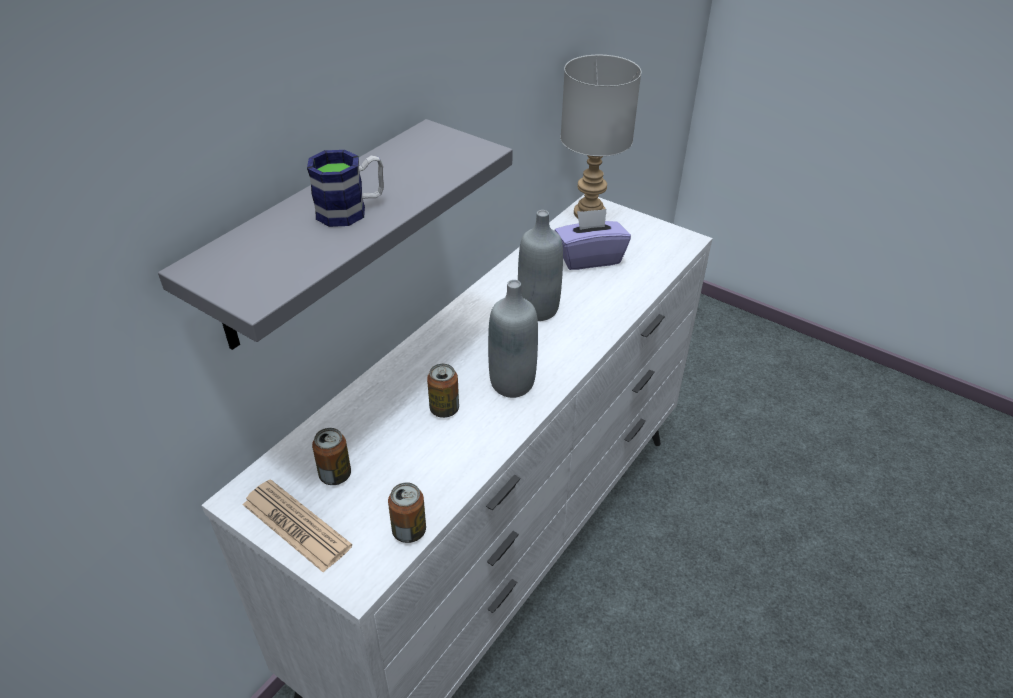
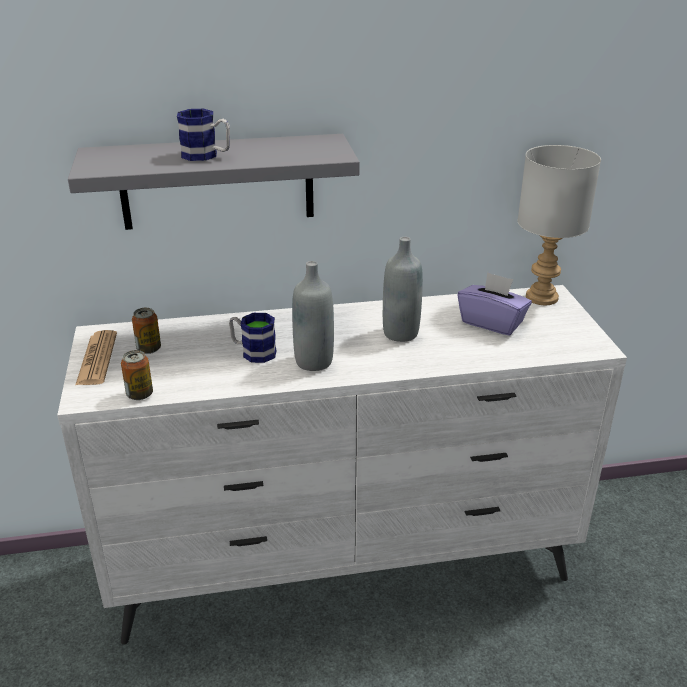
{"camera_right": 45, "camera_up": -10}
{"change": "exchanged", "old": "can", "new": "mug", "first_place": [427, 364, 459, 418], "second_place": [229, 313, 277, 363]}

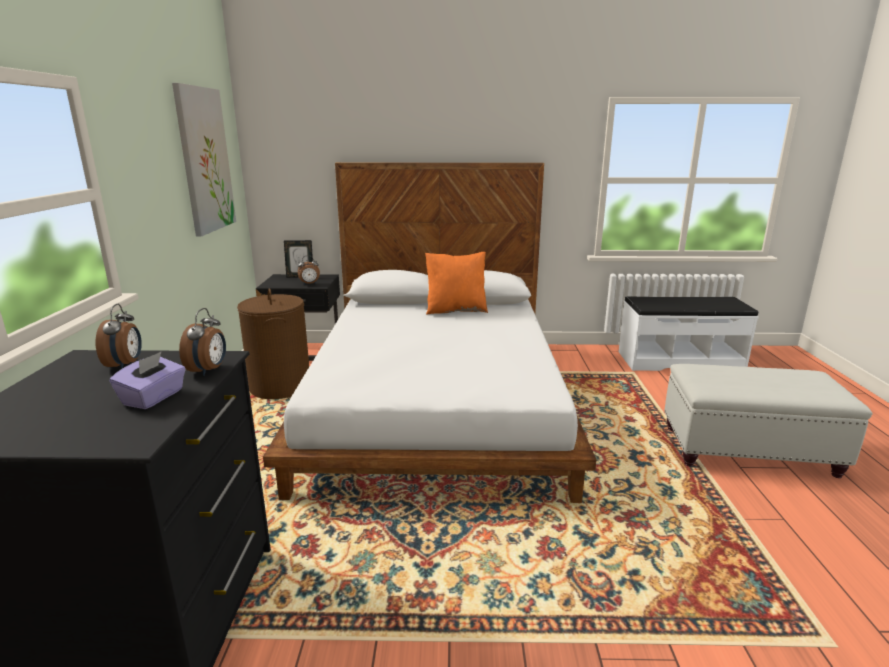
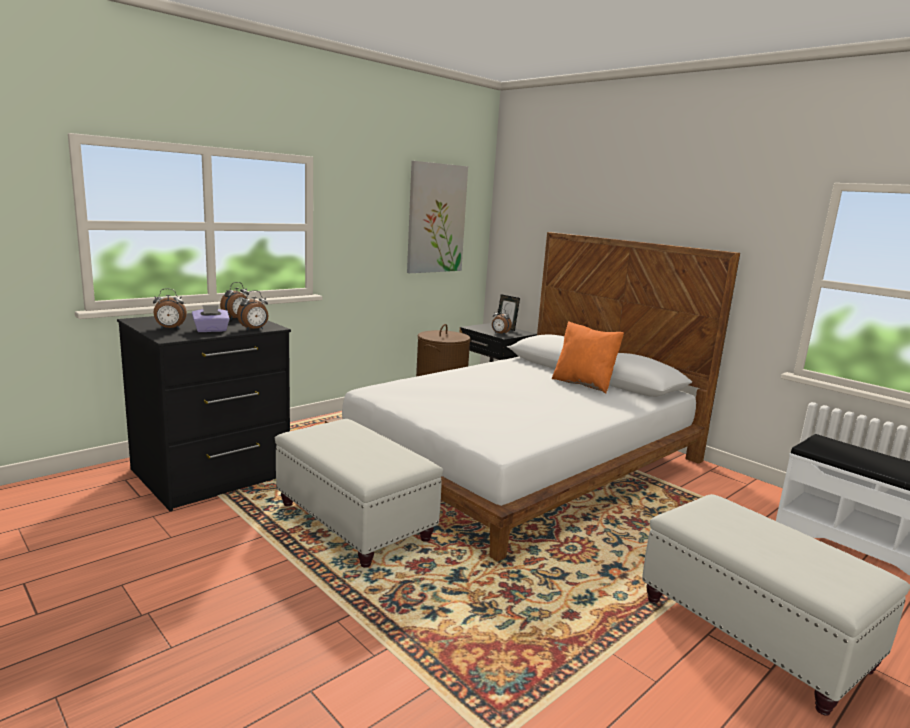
{"camera_right": 45, "camera_up": -5}
{"change": "appeared", "new": "alarm clock", "second_place": [153, 288, 187, 329]}
{"change": "appeared", "new": "ottoman (white)", "second_place": [275, 419, 443, 568]}

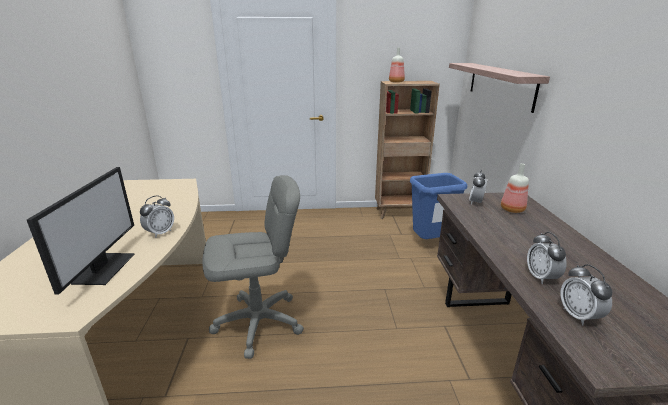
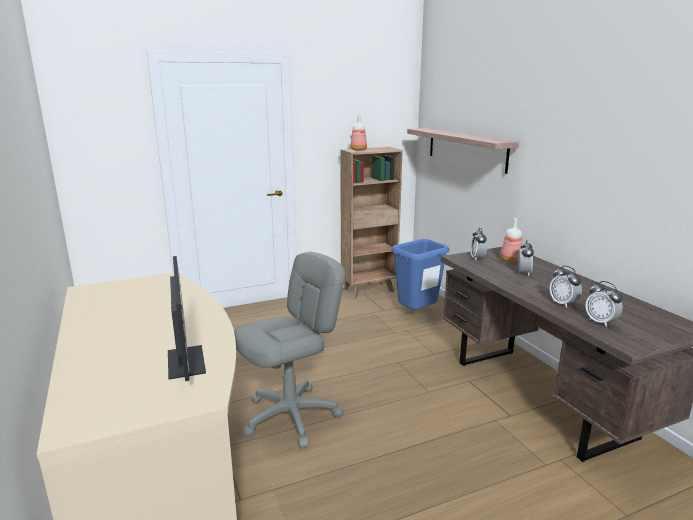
{"camera_right": -20, "camera_up": -5}
{"change": "relocated", "old": "alarm clock", "first_place": [140, 195, 174, 238], "second_place": [518, 240, 534, 276]}

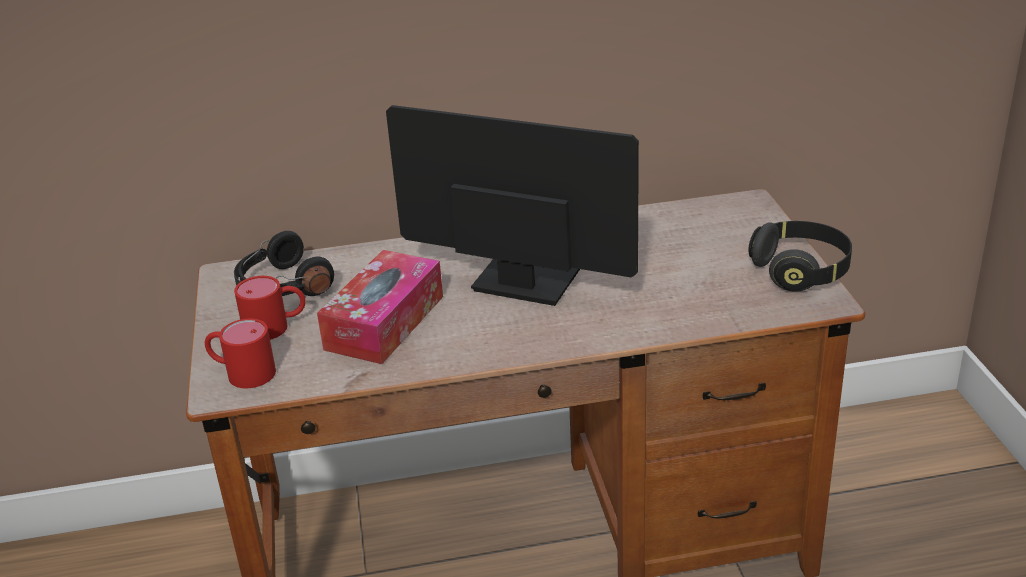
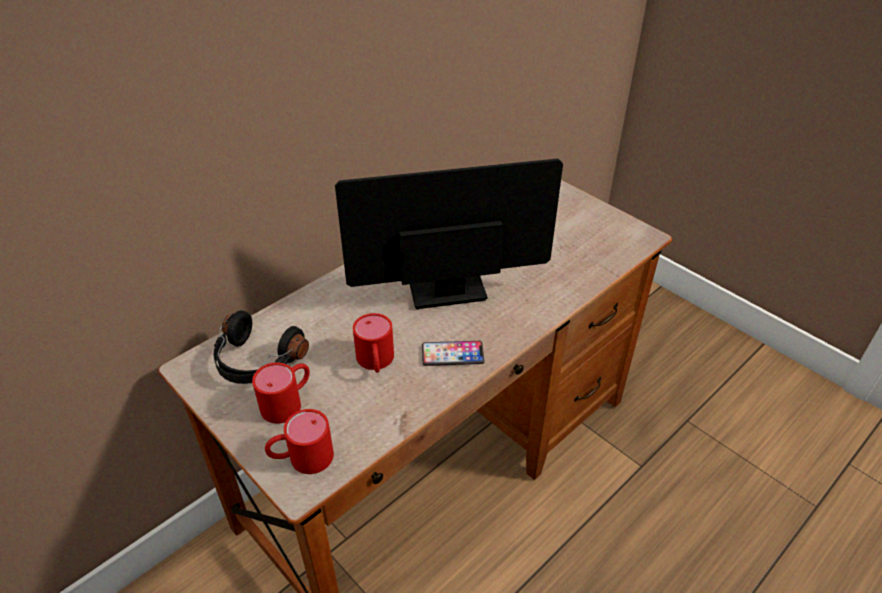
{"camera_right": -35, "camera_up": 10}
{"change": "exchanged", "old": "tissue box", "new": "mug (red)", "first_place": [317, 250, 443, 364], "second_place": [353, 313, 394, 373]}
{"change": "missing", "old": "headphones (black)", "first_place": [748, 221, 852, 292]}
{"change": "appeared", "new": "phone", "second_place": [422, 341, 485, 366]}

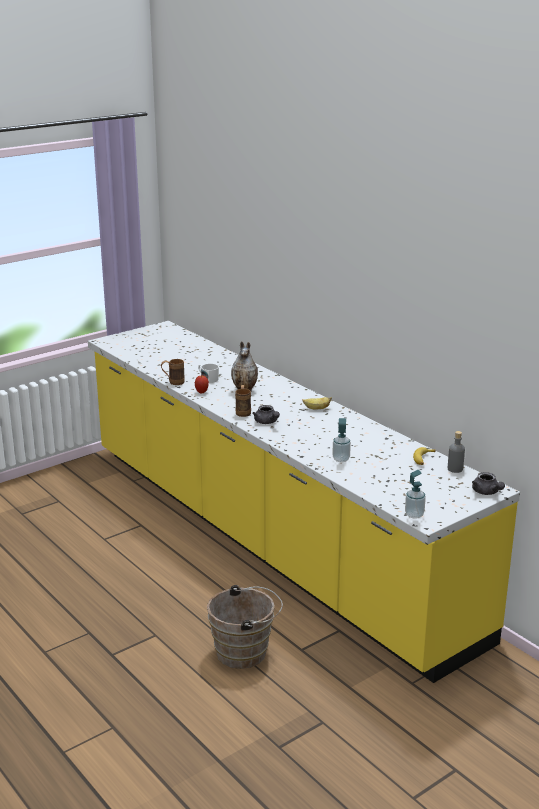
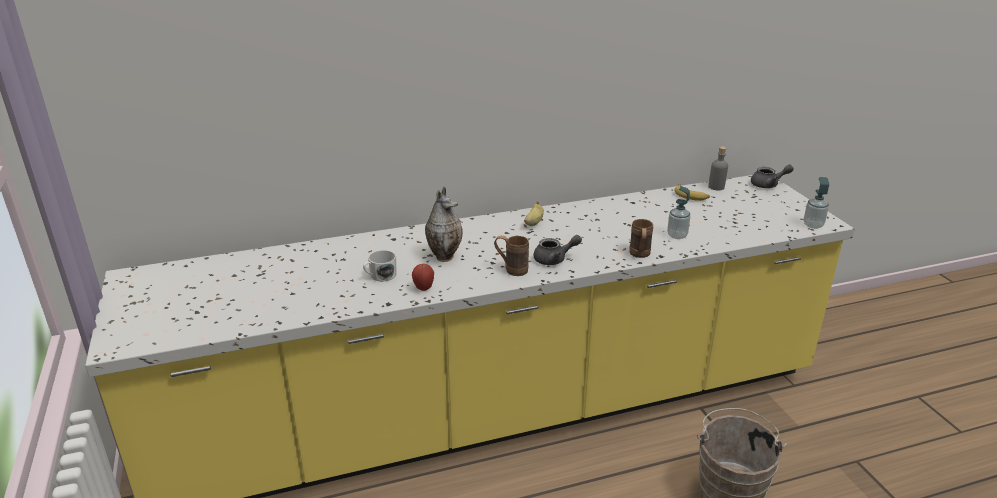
{"camera_right": -70, "camera_up": 5}
{"change": "relocated", "old": "mug (brown)", "first_place": [161, 359, 185, 385], "second_place": [629, 219, 653, 258]}

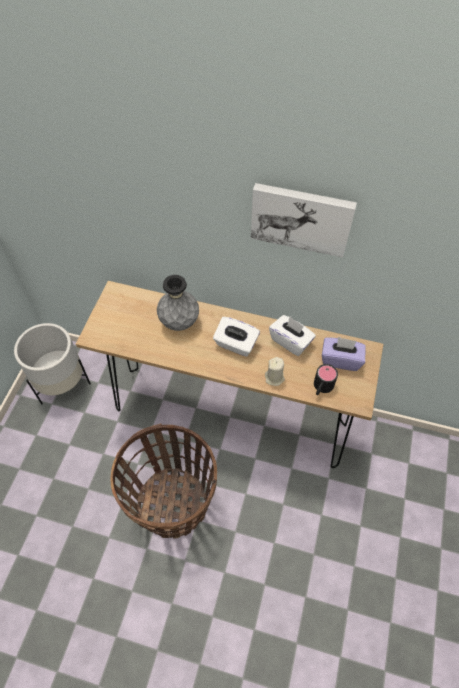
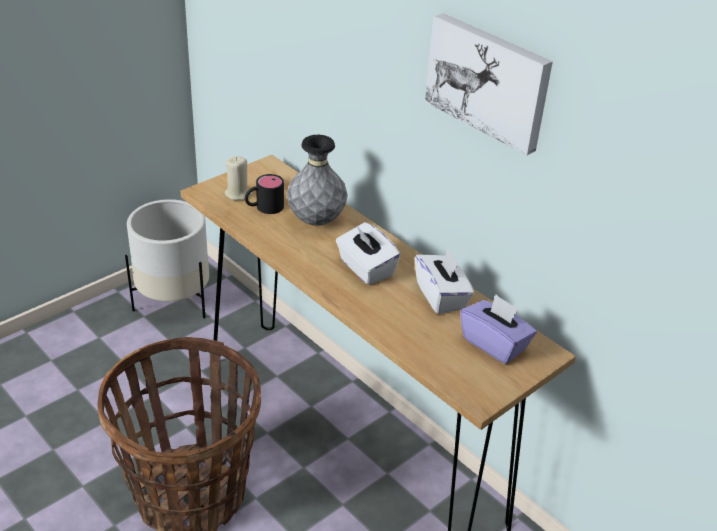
{"camera_right": 30, "camera_up": -20}
{"change": "relocated", "old": "candle (beige)", "first_place": [265, 357, 285, 386], "second_place": [224, 156, 253, 200]}
{"change": "relocated", "old": "mug (black)", "first_place": [314, 364, 338, 395], "second_place": [245, 174, 284, 214]}

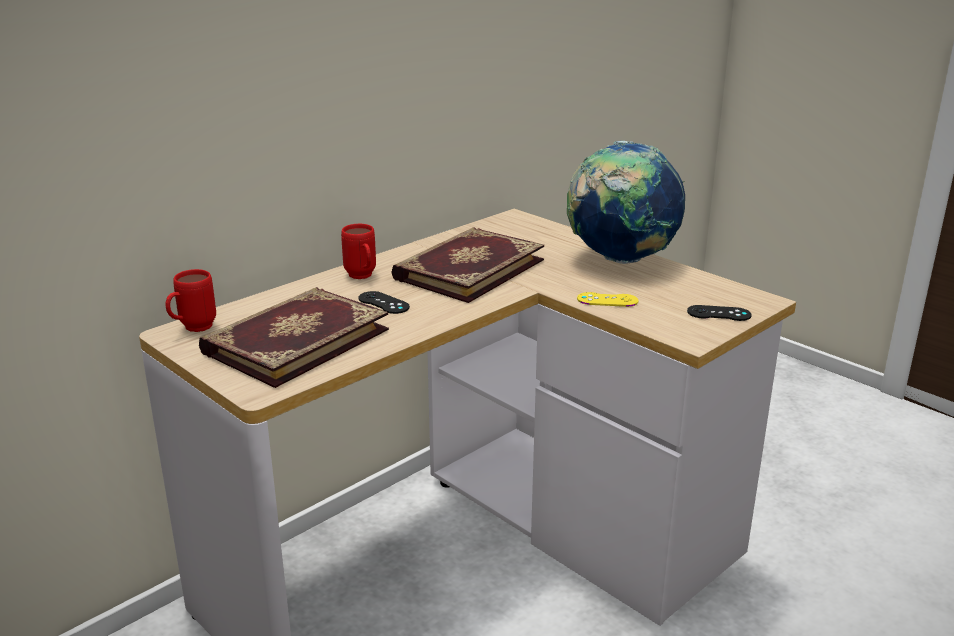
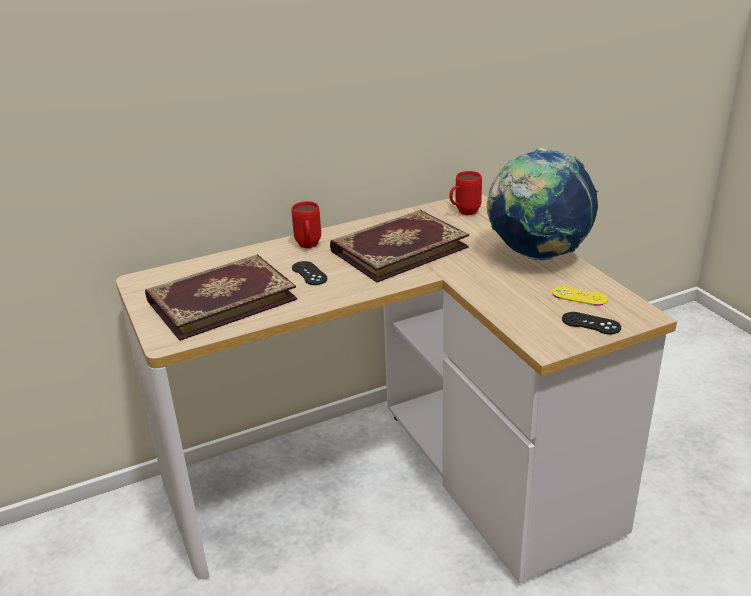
{"camera_right": 20, "camera_up": 5}
{"change": "relocated", "old": "mug (red)", "first_place": [166, 269, 216, 332], "second_place": [449, 171, 482, 215]}
{"change": "relocated", "old": "game controller (yellow)", "first_place": [577, 292, 639, 307], "second_place": [552, 286, 608, 306]}

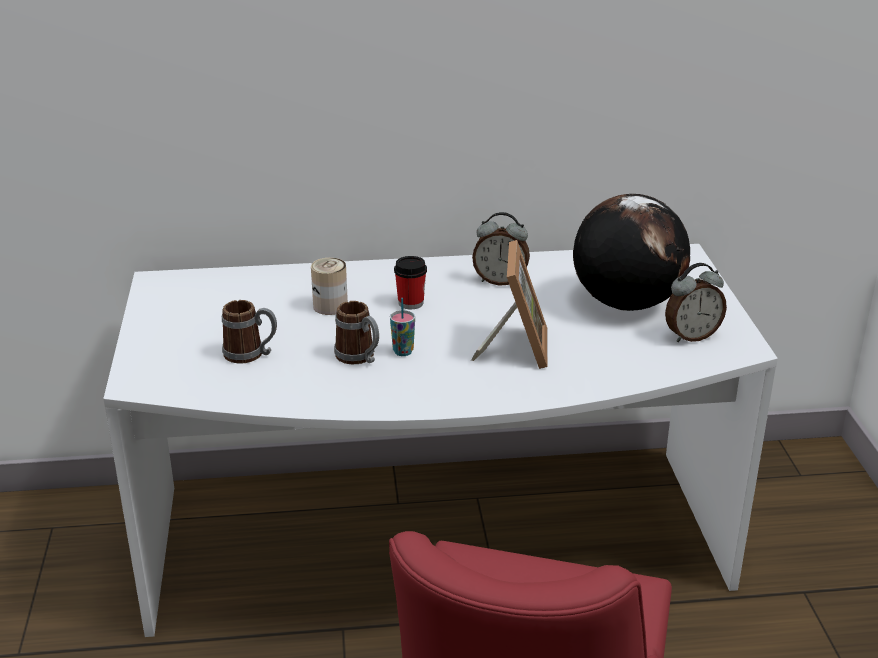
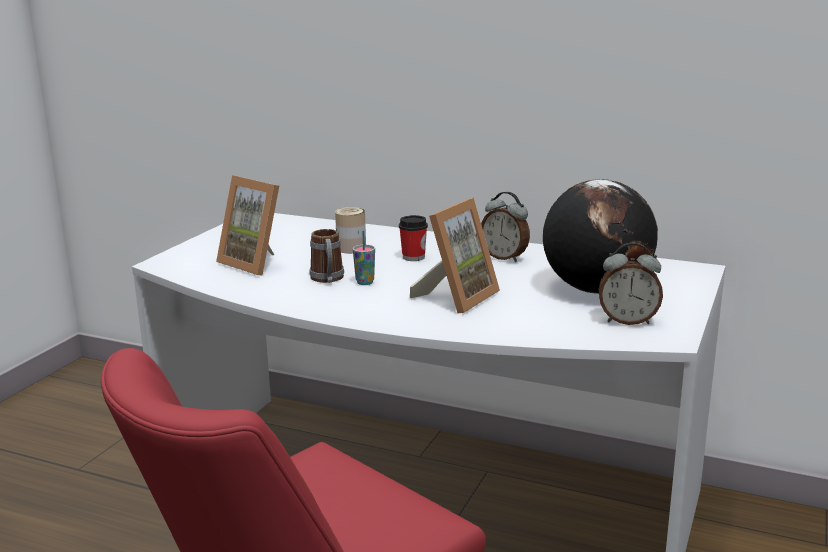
{"camera_right": 30, "camera_up": -10}
{"change": "exchanged", "old": "mug", "new": "picture frame", "first_place": [222, 300, 277, 363], "second_place": [216, 175, 279, 275]}

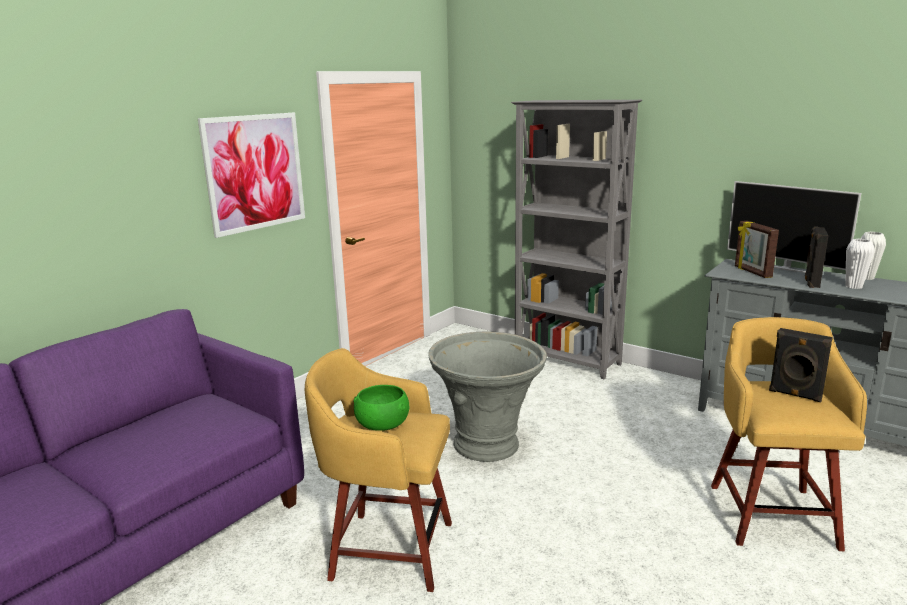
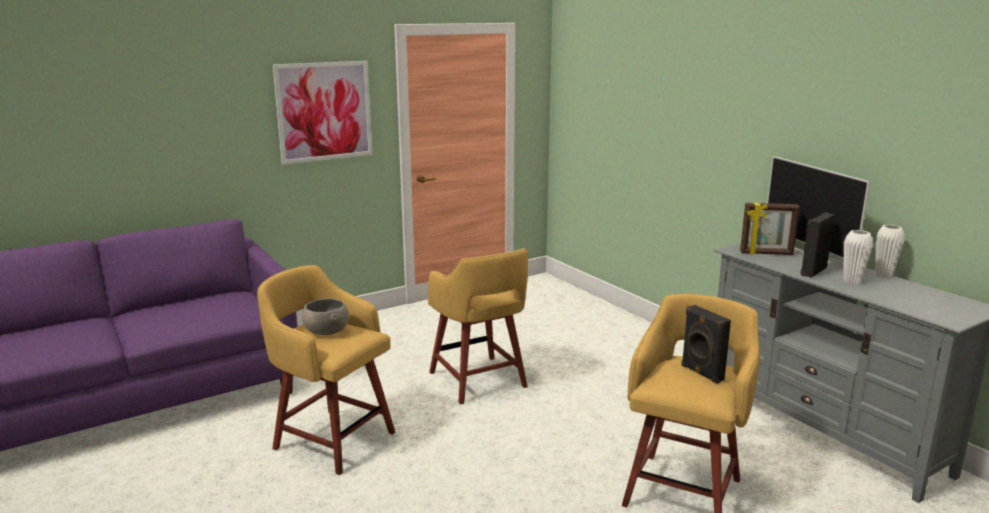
{"camera_right": 20, "camera_up": 0}
{"change": "colour", "old": "bowl (green)", "new": "bowl (grey)", "first_place": [353, 385, 409, 431], "second_place": [302, 299, 349, 335]}
{"change": "exchanged", "old": "planter (grey)", "new": "stool (yellow)", "first_place": [428, 331, 547, 462], "second_place": [428, 248, 528, 405]}
{"change": "missing", "old": "bookcase (grey)", "first_place": [511, 100, 642, 379]}
{"change": "spun", "old": "picture frame", "first_place": [735, 221, 779, 278], "second_place": [740, 203, 800, 255], "degrees": -90}

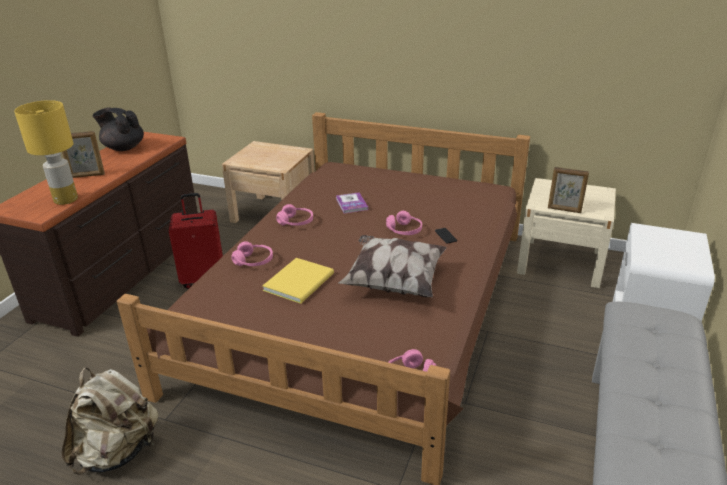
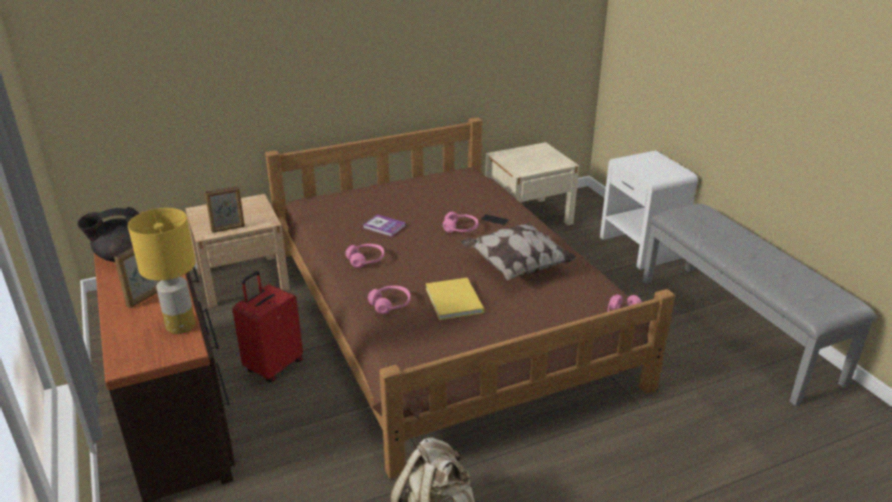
{"camera_right": -45, "camera_up": 0}
{"change": "relocated", "old": "picture frame", "first_place": [548, 167, 589, 213], "second_place": [205, 186, 245, 233]}

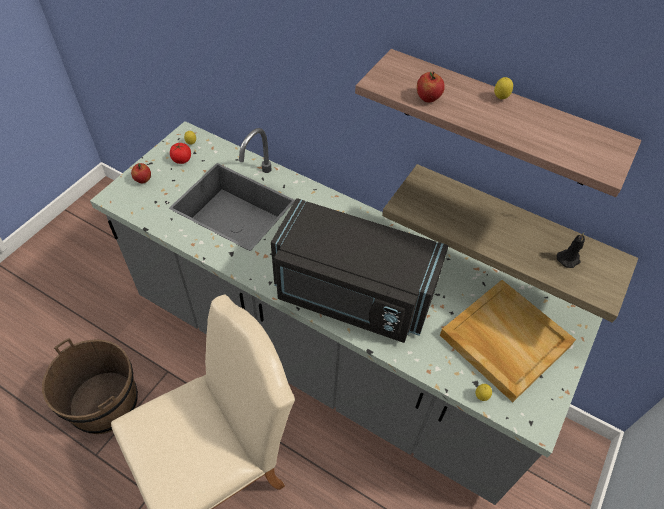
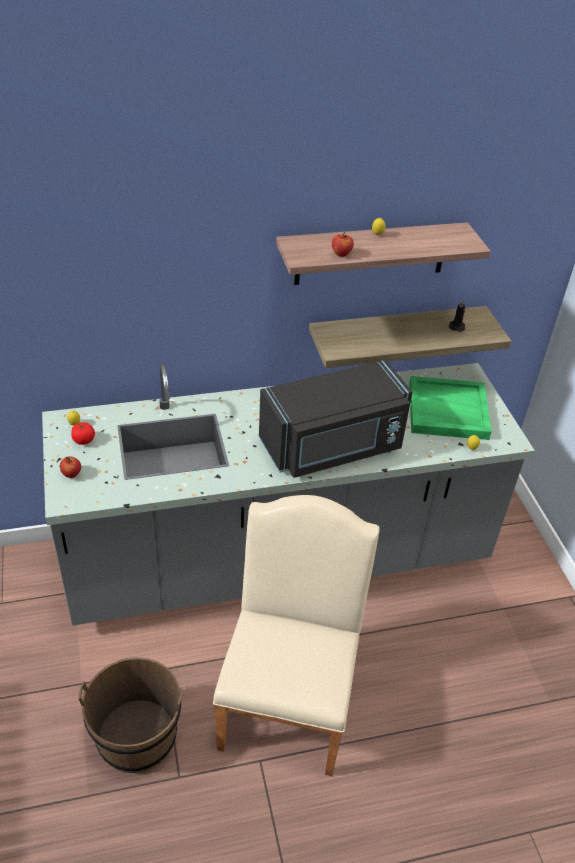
{"camera_right": -45, "camera_up": -10}
{"change": "colour", "old": "tray (beige)", "new": "tray (green)", "first_place": [440, 280, 576, 402], "second_place": [409, 376, 492, 440]}

